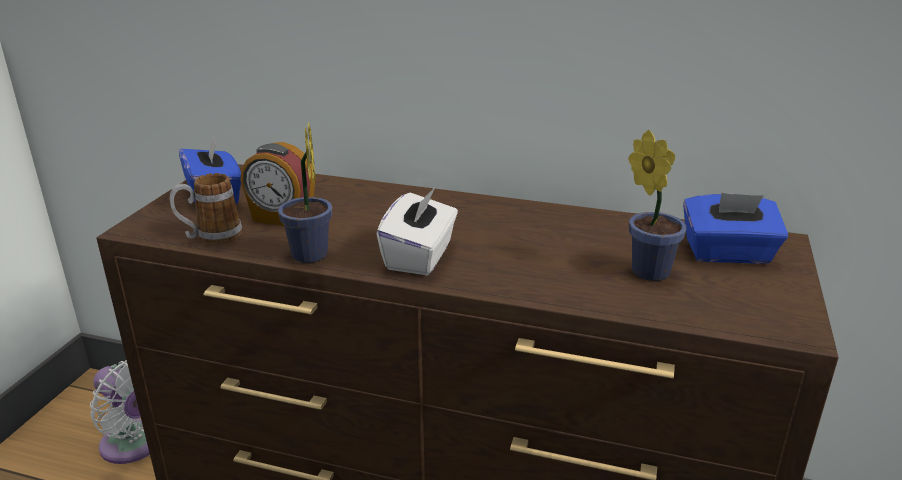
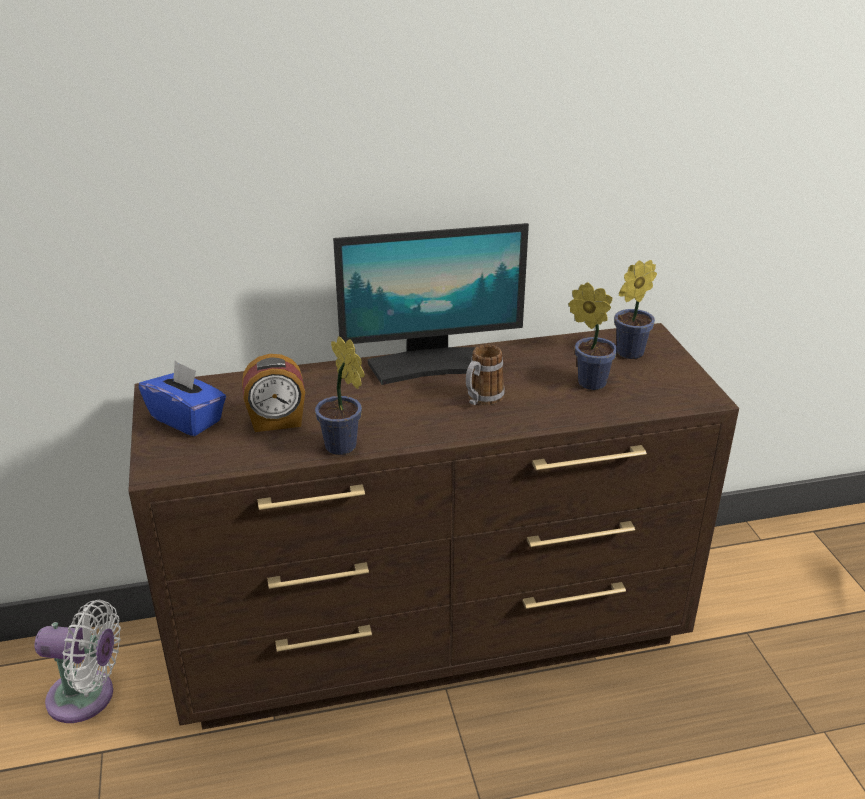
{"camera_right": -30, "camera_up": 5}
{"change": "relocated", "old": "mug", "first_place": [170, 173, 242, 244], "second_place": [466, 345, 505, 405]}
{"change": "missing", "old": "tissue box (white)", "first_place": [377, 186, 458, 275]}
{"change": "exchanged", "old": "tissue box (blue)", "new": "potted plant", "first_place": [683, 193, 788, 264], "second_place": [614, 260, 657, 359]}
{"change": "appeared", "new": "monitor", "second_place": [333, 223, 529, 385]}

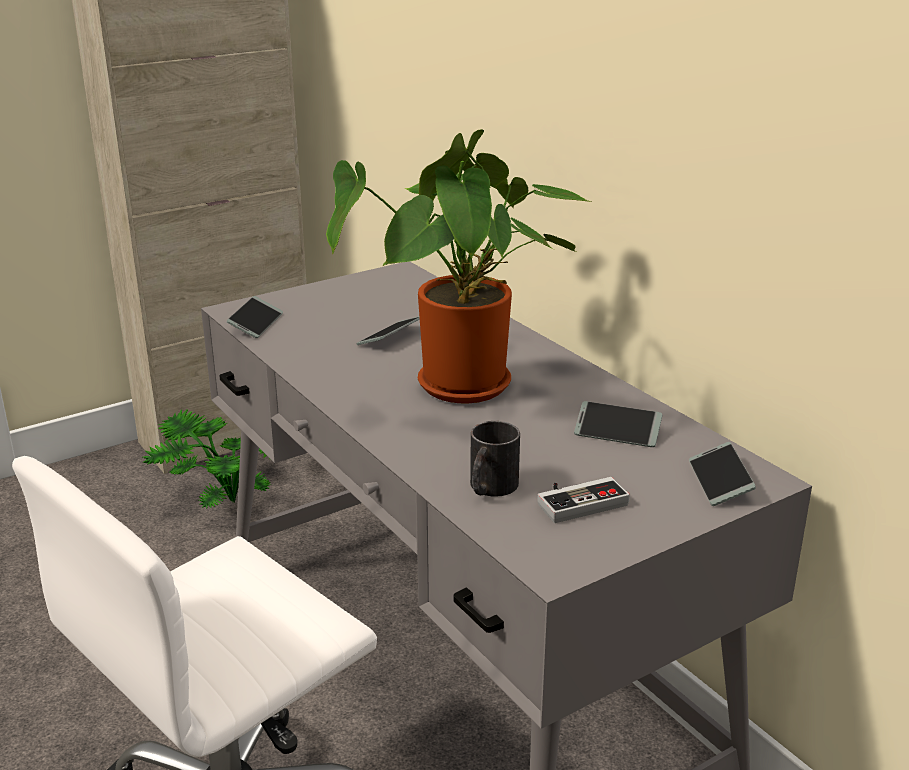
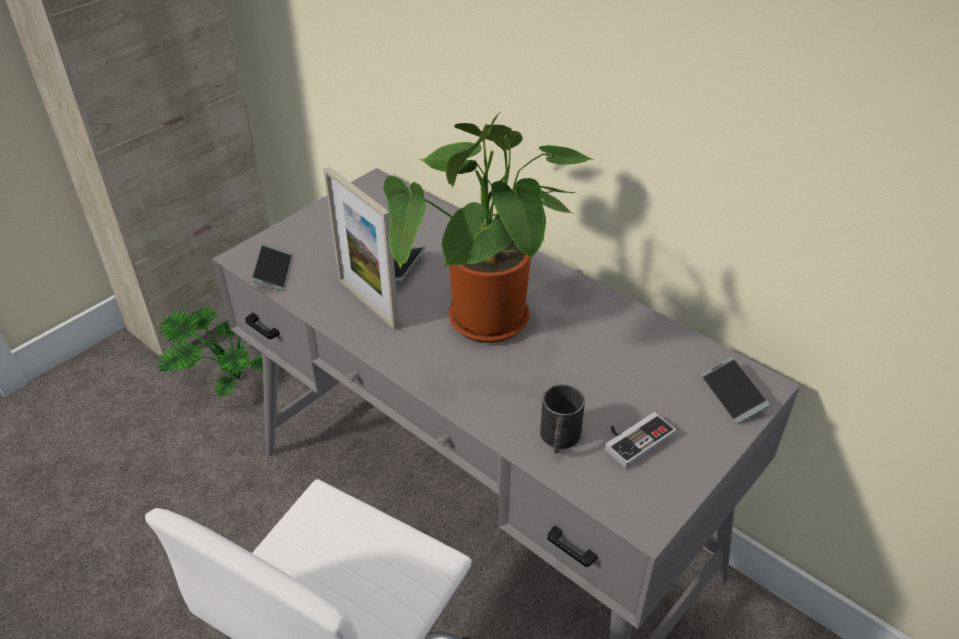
{"camera_right": -15, "camera_up": 15}
{"change": "missing", "old": "phone", "first_place": [574, 401, 662, 447]}
{"change": "appeared", "new": "picture frame", "second_place": [323, 166, 399, 330]}

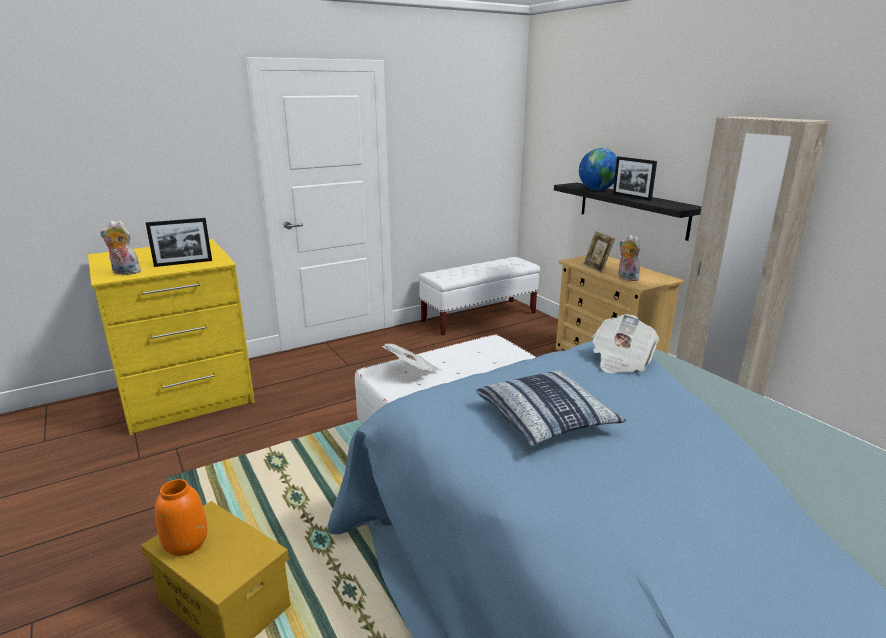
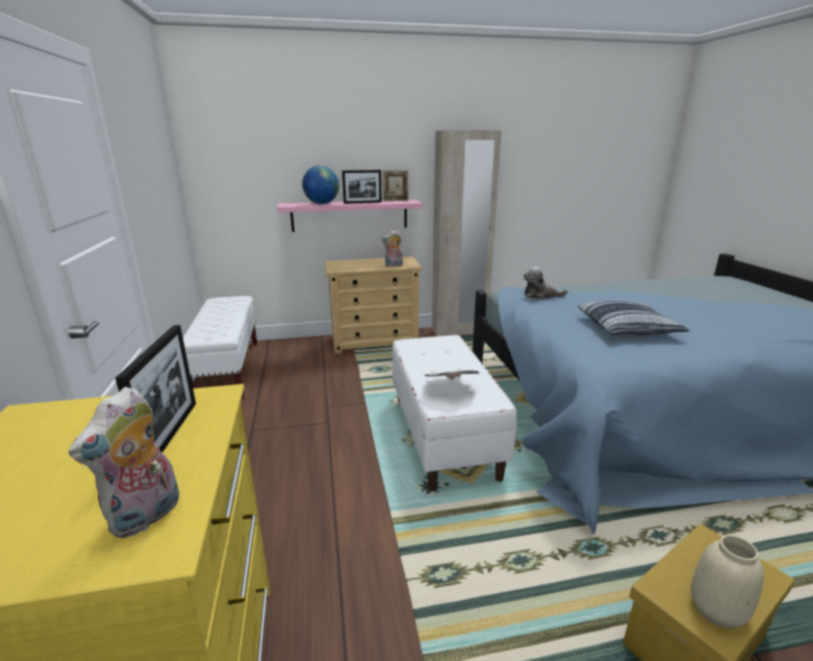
{"camera_right": -70, "camera_up": 0}
{"change": "colour", "old": "vase (orange)", "new": "vase (beige)", "first_place": [155, 479, 208, 556], "second_place": [691, 535, 764, 629]}
{"change": "colour", "old": "shelf (black)", "new": "shelf (pink)", "first_place": [554, 183, 702, 241], "second_place": [277, 200, 423, 232]}
{"change": "relocated", "old": "picture frame", "first_place": [583, 231, 615, 273], "second_place": [383, 170, 409, 201]}
{"change": "exchanged", "old": "newspaper", "new": "plush toy", "first_place": [592, 314, 659, 373], "second_place": [523, 267, 568, 299]}

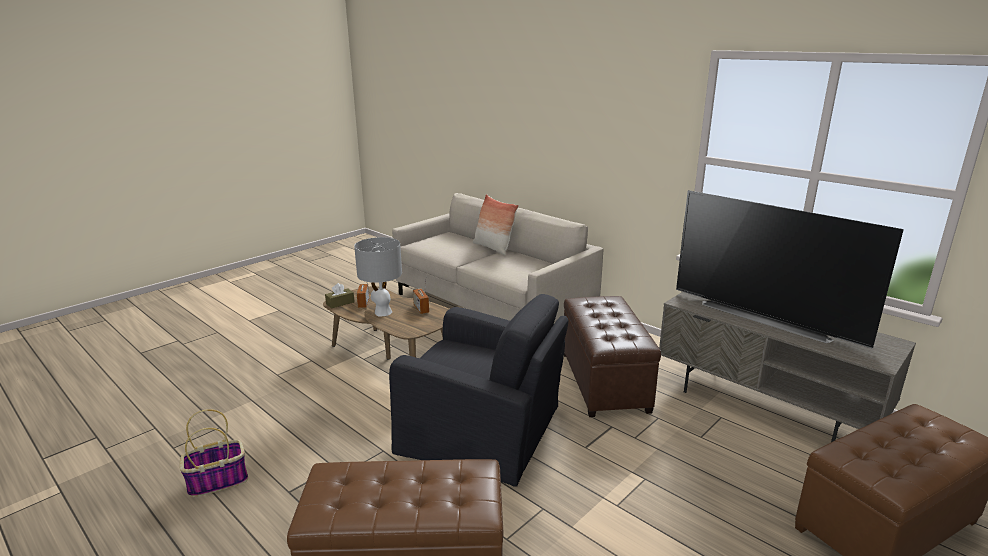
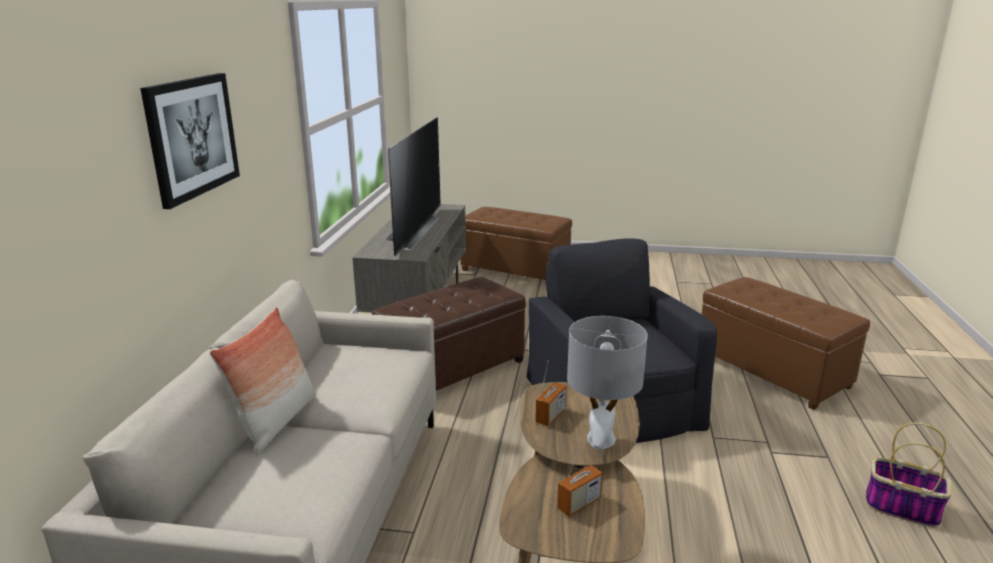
{"camera_right": -125, "camera_up": 0}
{"change": "missing", "old": "tissue box (brown)", "first_place": [325, 283, 355, 308]}
{"change": "appeared", "new": "picture", "second_place": [140, 73, 240, 209]}

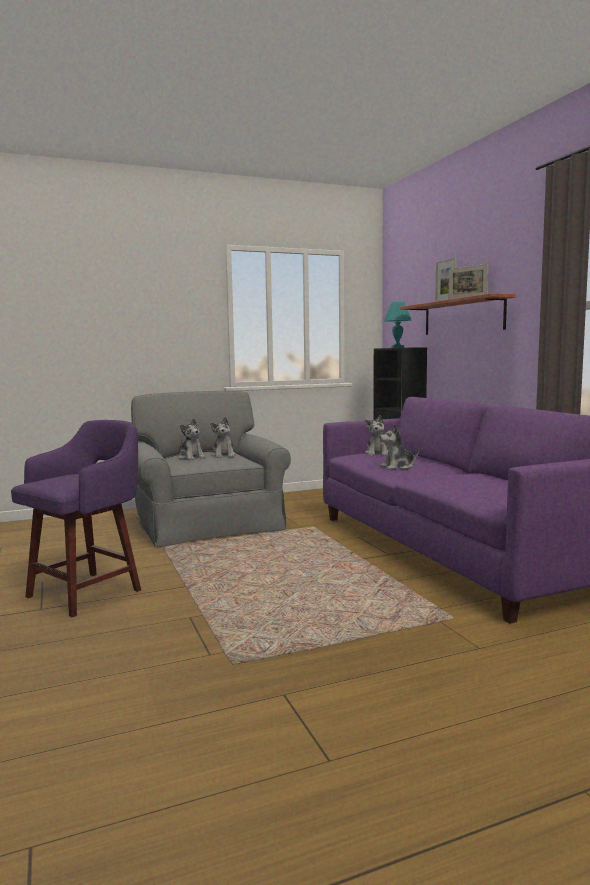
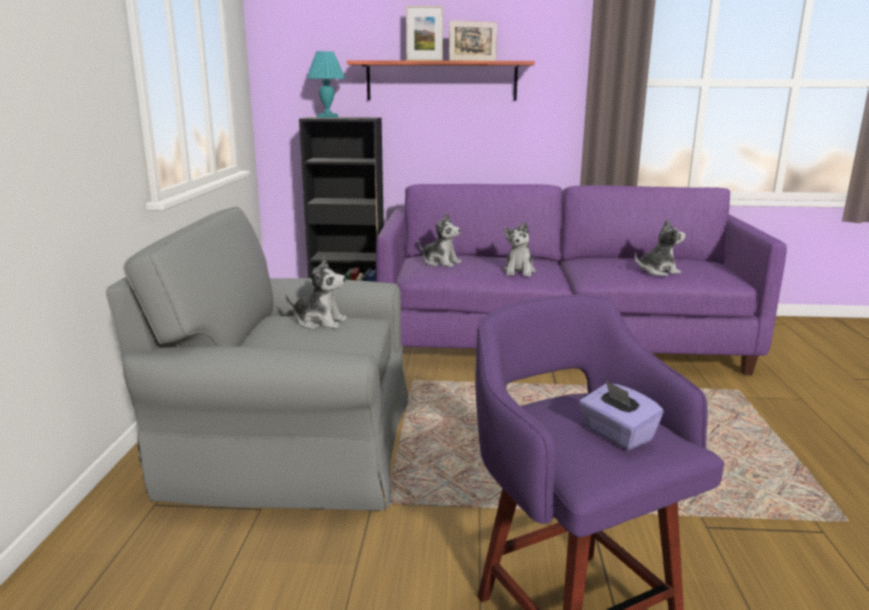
{"camera_right": -65, "camera_up": 10}
{"change": "relocated", "old": "plush toy", "first_place": [178, 418, 206, 460], "second_place": [635, 219, 686, 276]}
{"change": "appeared", "new": "tissue box (purple)", "second_place": [579, 380, 664, 450]}

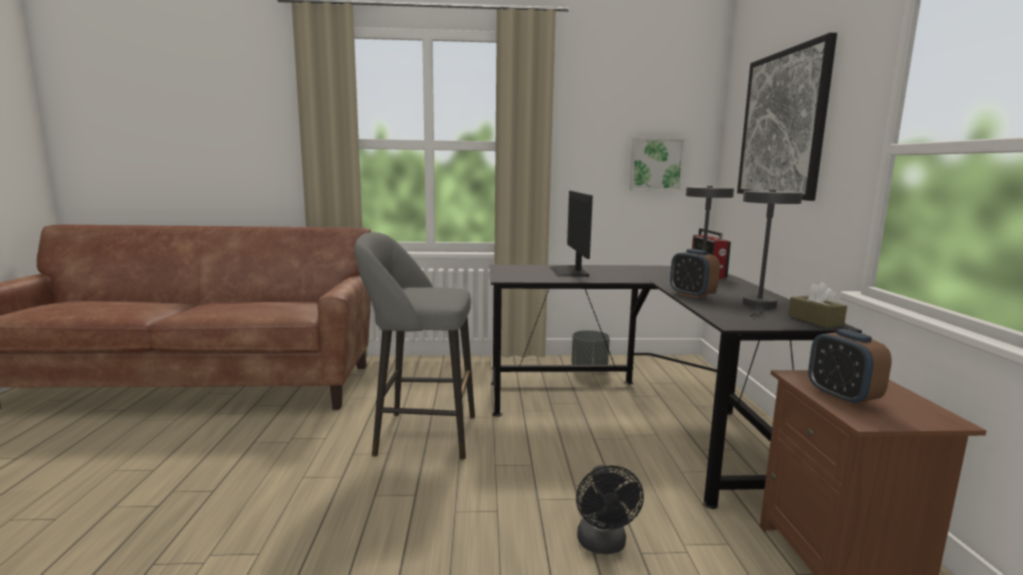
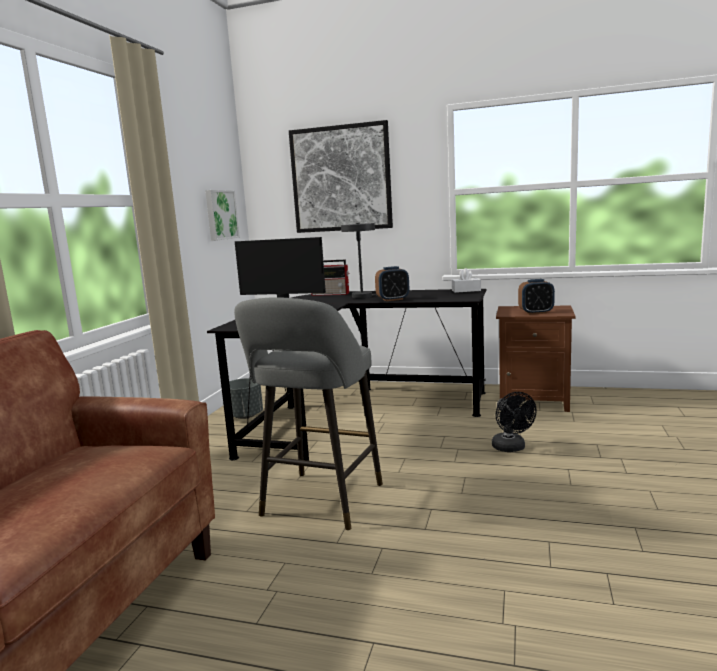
{"camera_right": -70, "camera_up": 0}
{"change": "spun", "old": "fan (black)", "first_place": [576, 465, 644, 554], "second_place": [492, 392, 537, 452], "degrees": 60}
{"change": "missing", "old": "table lamp (grey)", "first_place": [743, 190, 802, 316]}
{"change": "colour", "old": "tissue box (brown)", "new": "tissue box (white)", "first_place": [788, 282, 847, 328], "second_place": [452, 268, 481, 293]}

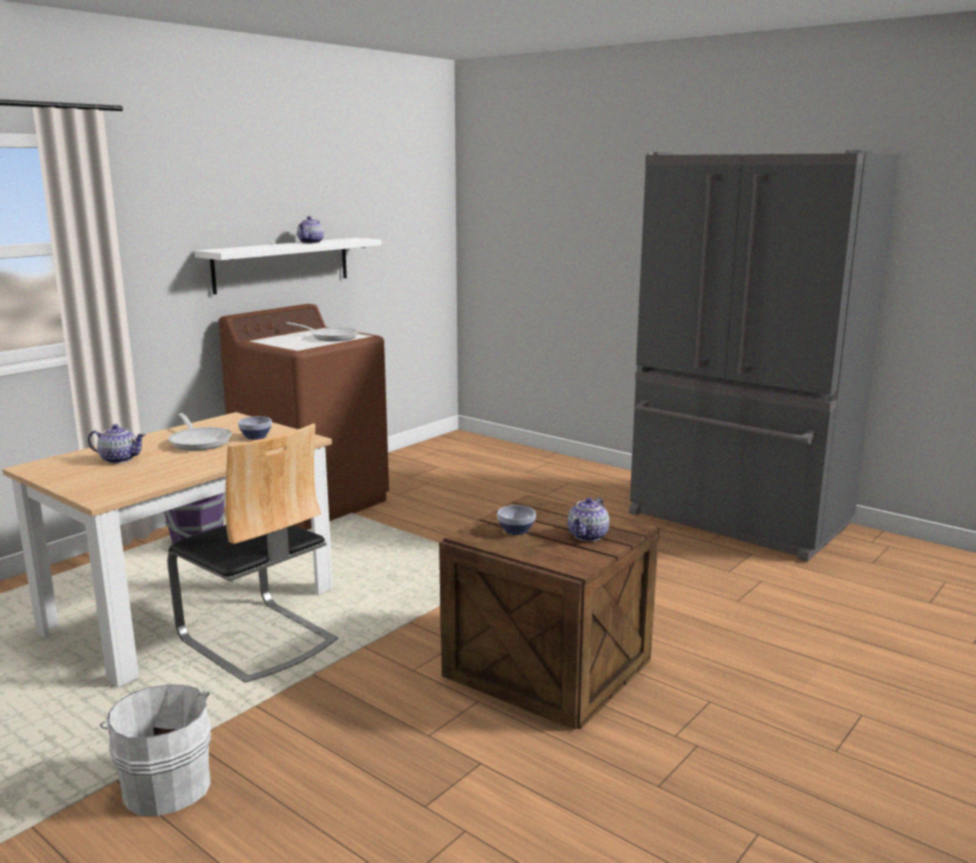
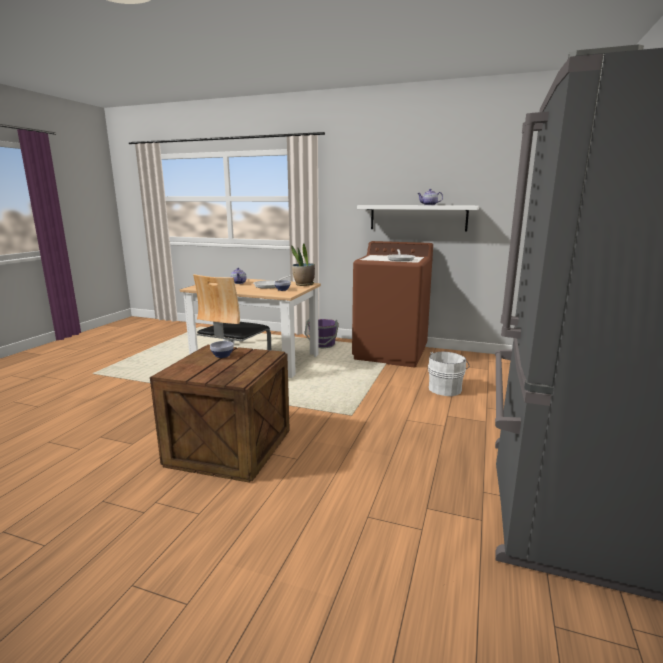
{"camera_right": 70, "camera_up": 0}
{"change": "relocated", "old": "bucket (white)", "first_place": [100, 685, 211, 816], "second_place": [428, 351, 469, 396]}
{"change": "missing", "old": "teapot", "first_place": [568, 497, 609, 541]}
{"change": "appeared", "new": "potted plant", "second_place": [291, 243, 315, 286]}

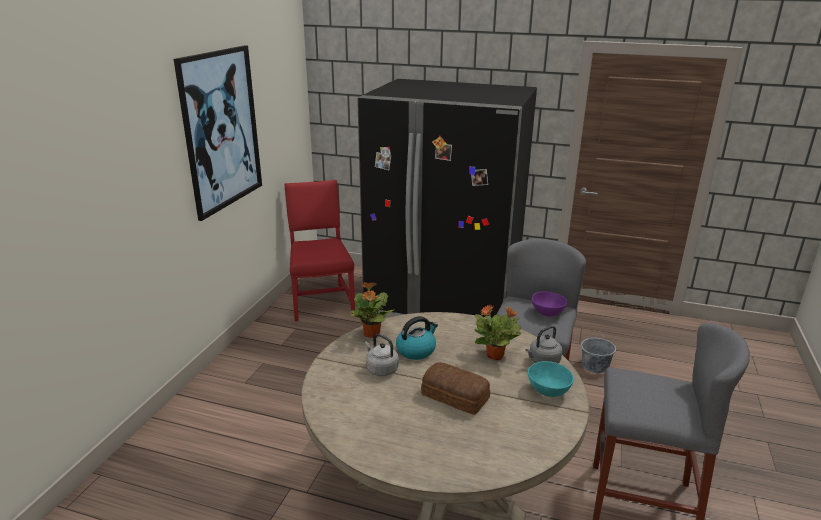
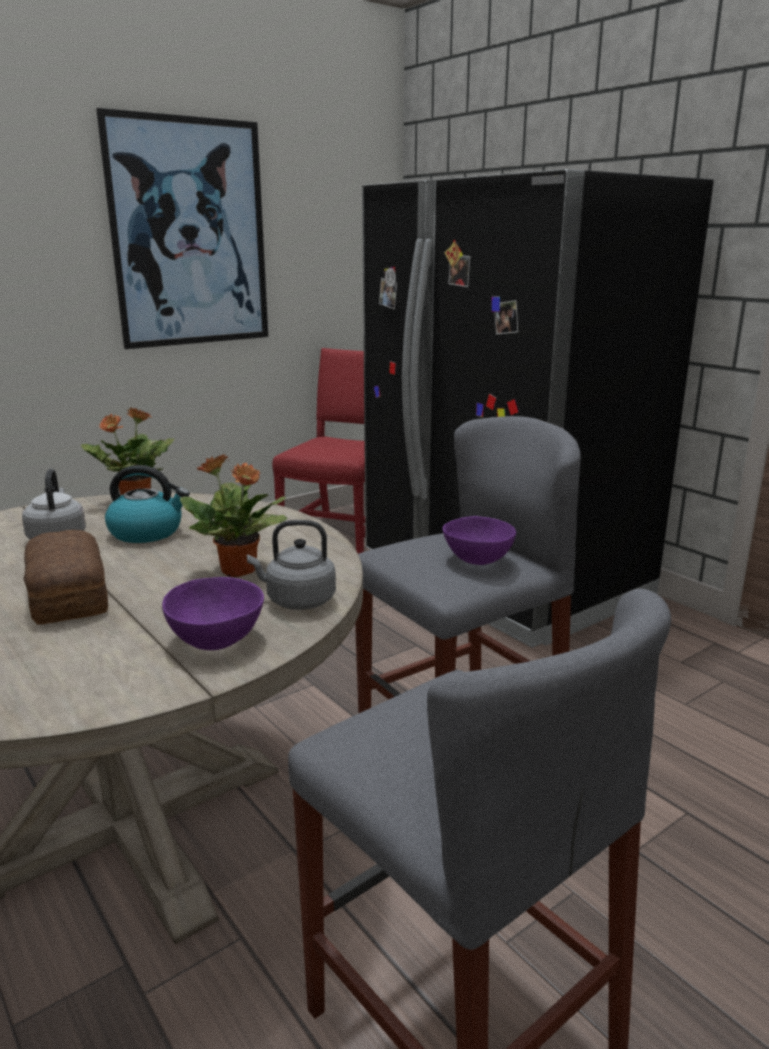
{"camera_right": 35, "camera_up": -5}
{"change": "colour", "old": "bowl (turquoise)", "new": "bowl (purple)", "first_place": [528, 361, 574, 397], "second_place": [162, 577, 264, 650]}
{"change": "missing", "old": "bucket (grey)", "first_place": [581, 330, 616, 373]}

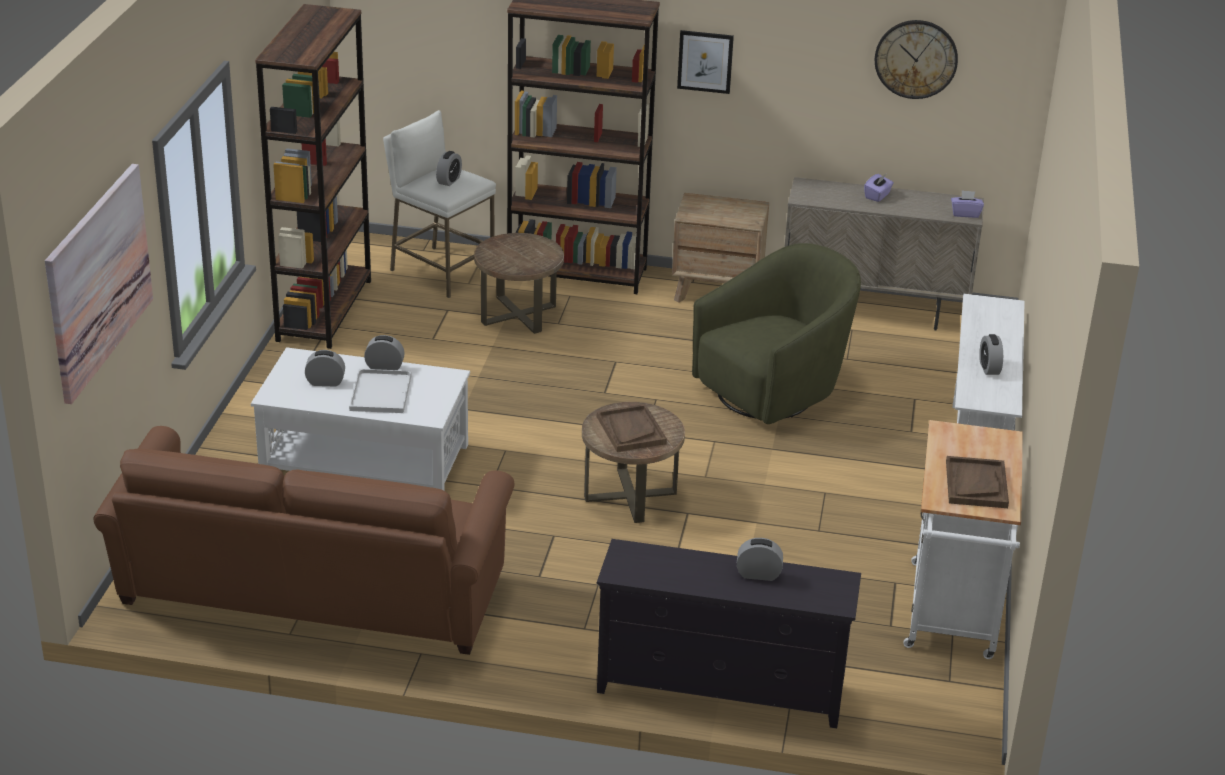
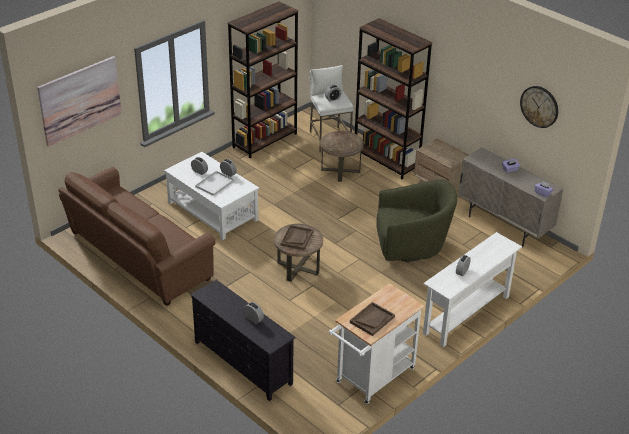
{"camera_right": 35, "camera_up": 5}
{"change": "missing", "old": "picture", "first_place": [677, 30, 734, 94]}

